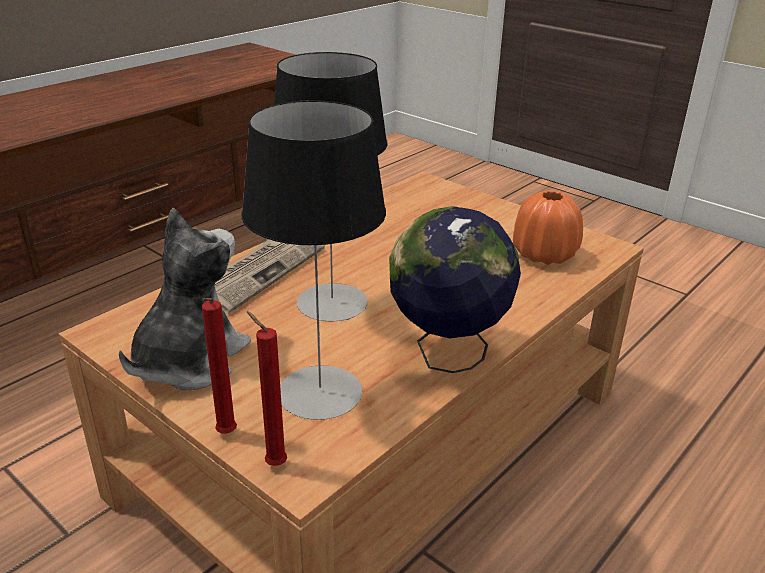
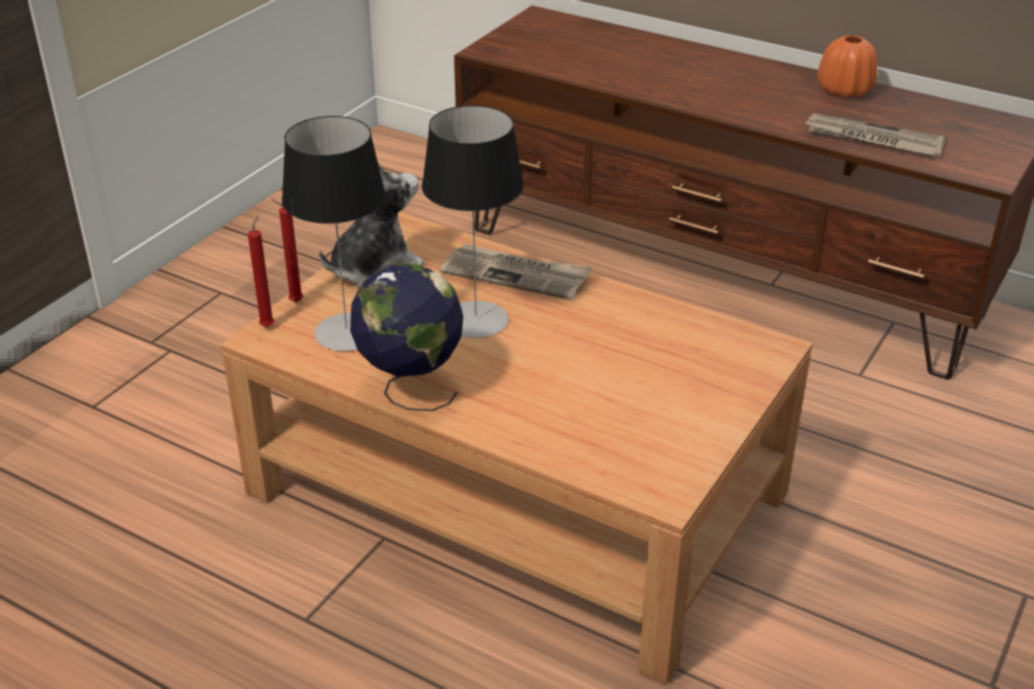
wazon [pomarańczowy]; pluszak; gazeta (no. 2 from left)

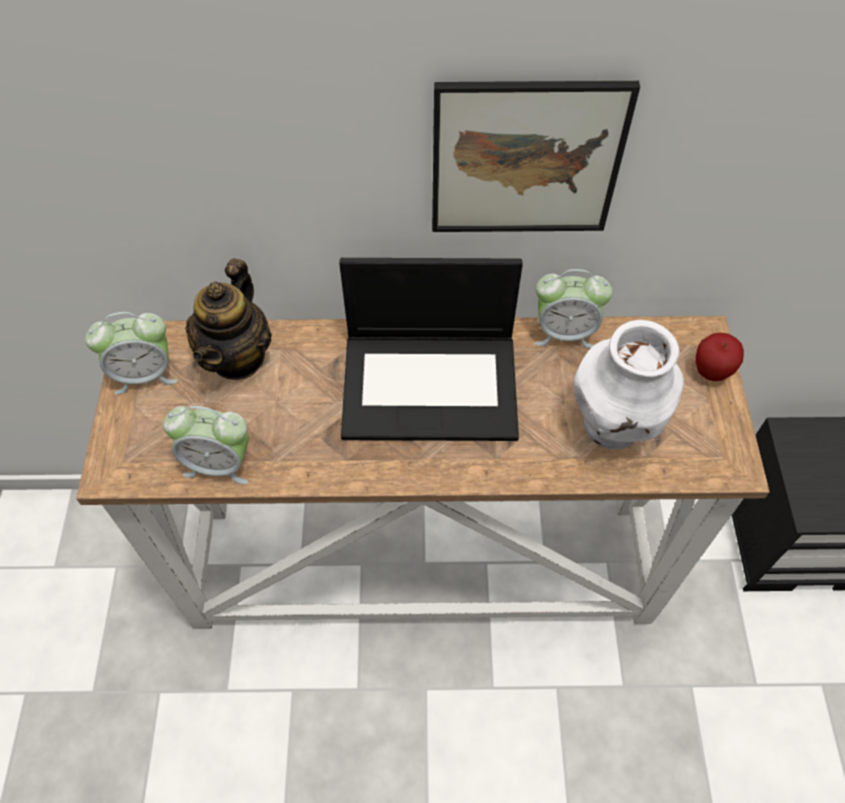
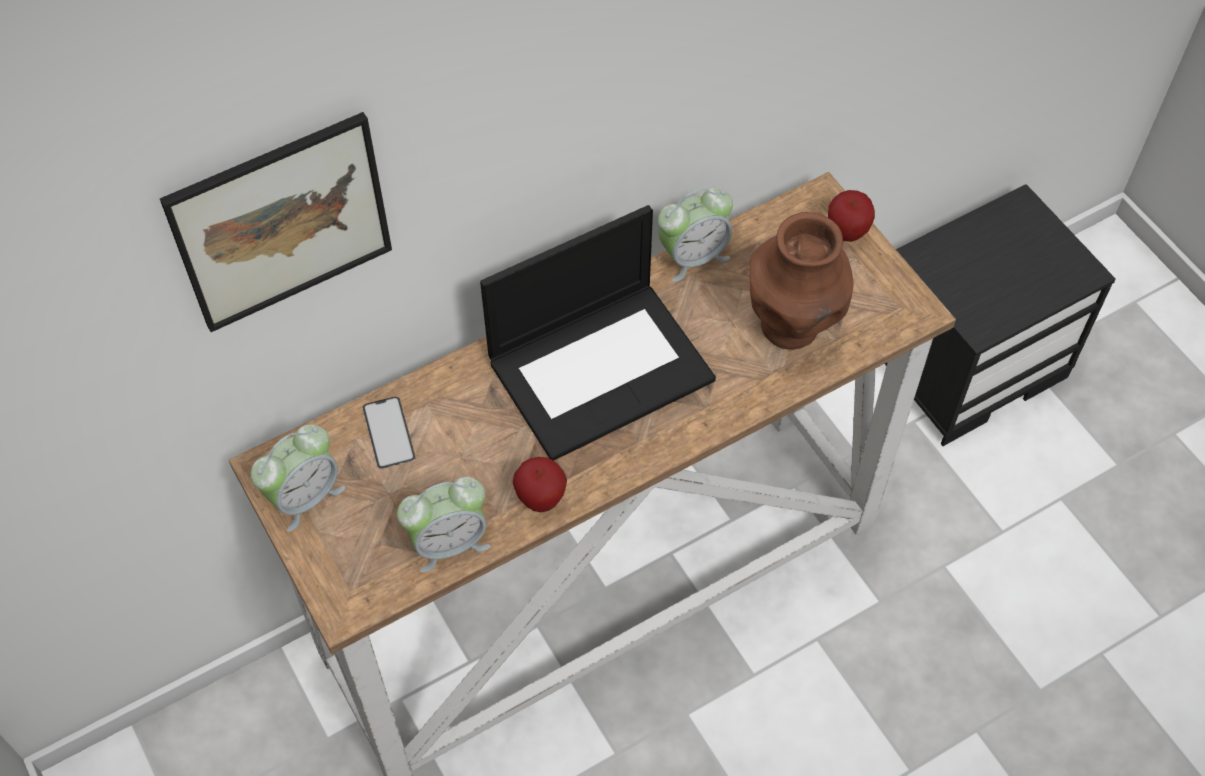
obraz; telefon; wazon [brązowy]; jabłko (no. 1 from left)

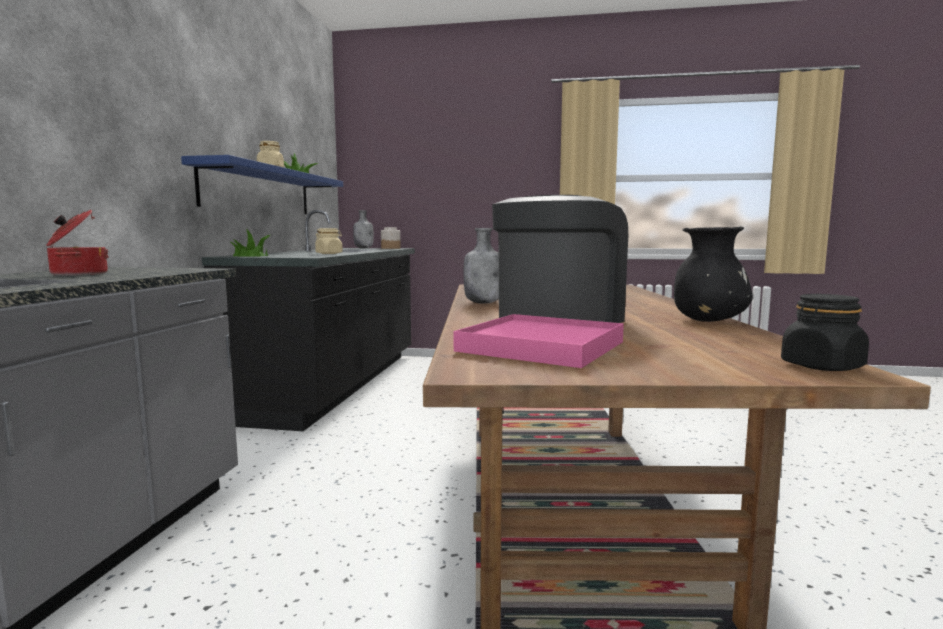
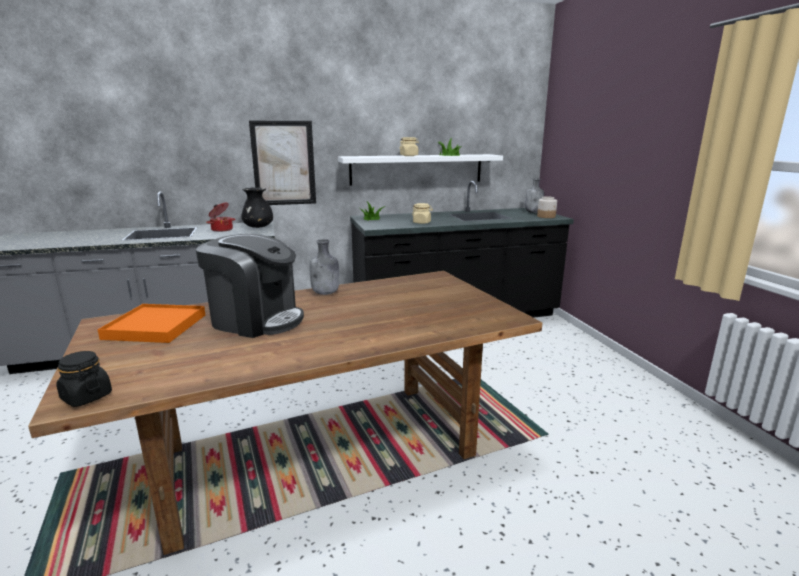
półka [biały]; wazon [czarny]; taca [pomarańczowy]; obraz

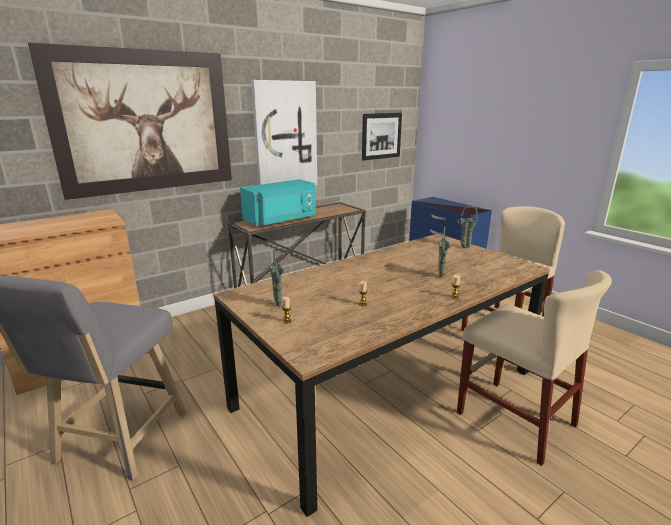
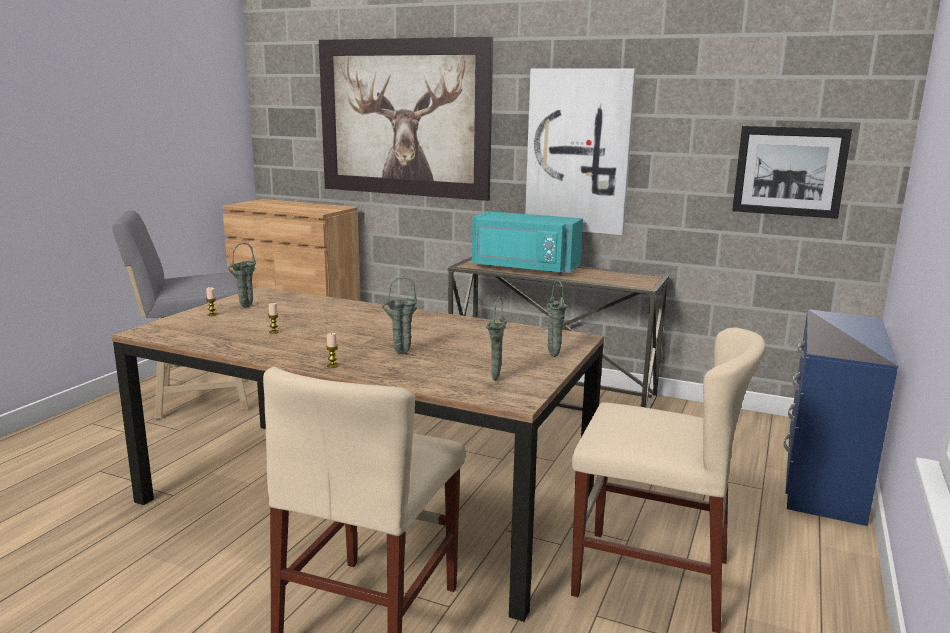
wazon [zielony] (no. 3 from left)

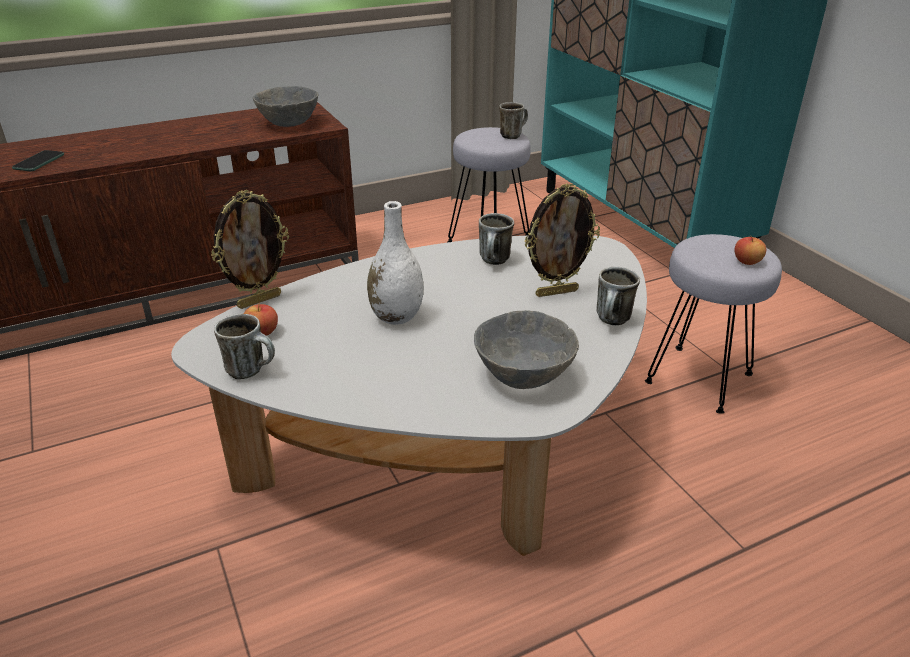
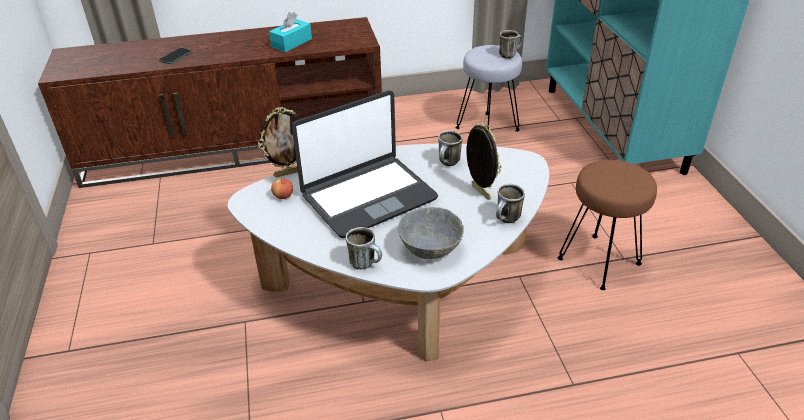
miska [szary] (no. 1 from left in the first image); ramka na zdjęcie (no. 2 from left); laptop; stołek [brązowy]; jabłko (no. 2 from left in the first image); kubek (no. 1 from left); pudełko chusteczek [turkusowy]

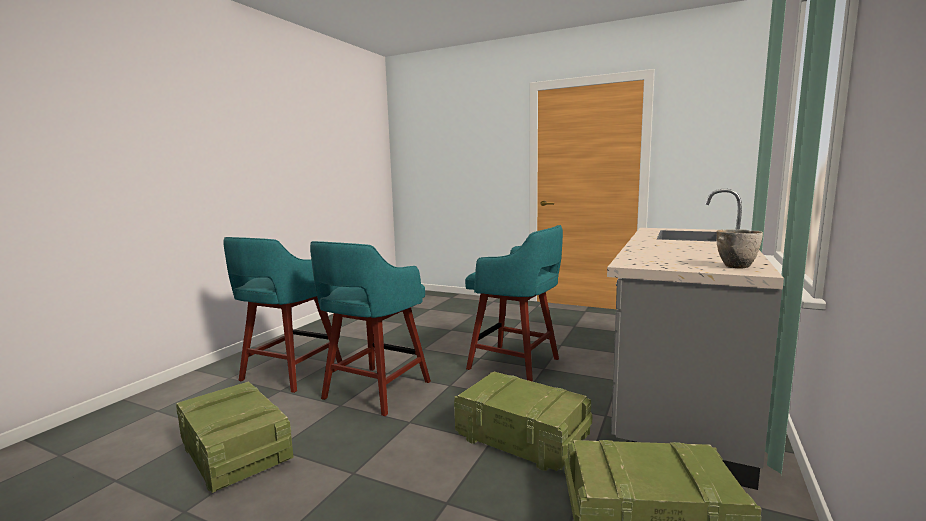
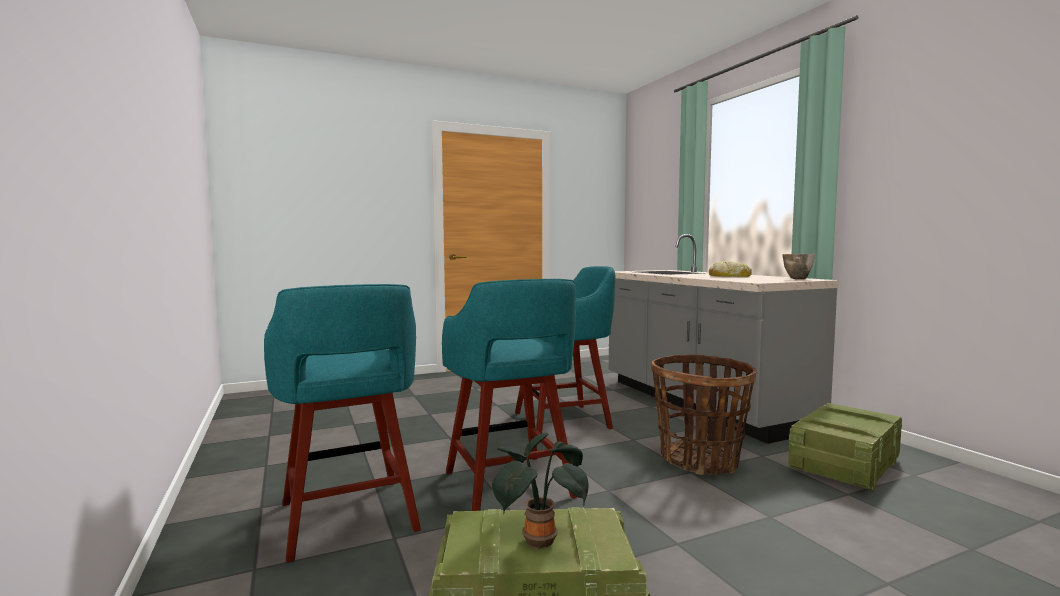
koszyk; chleb; roślina doniczkowa

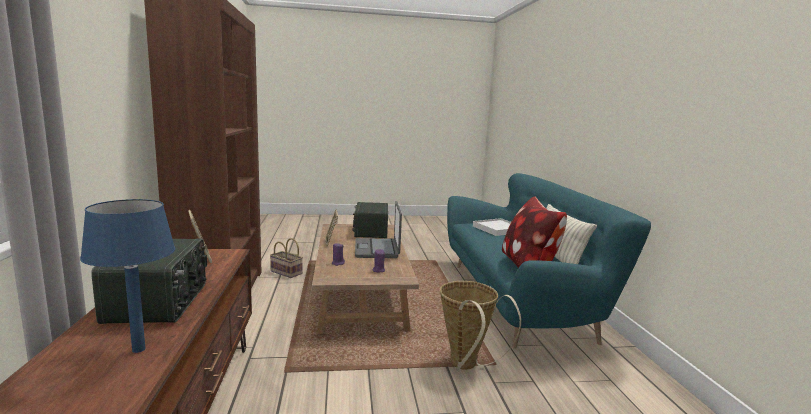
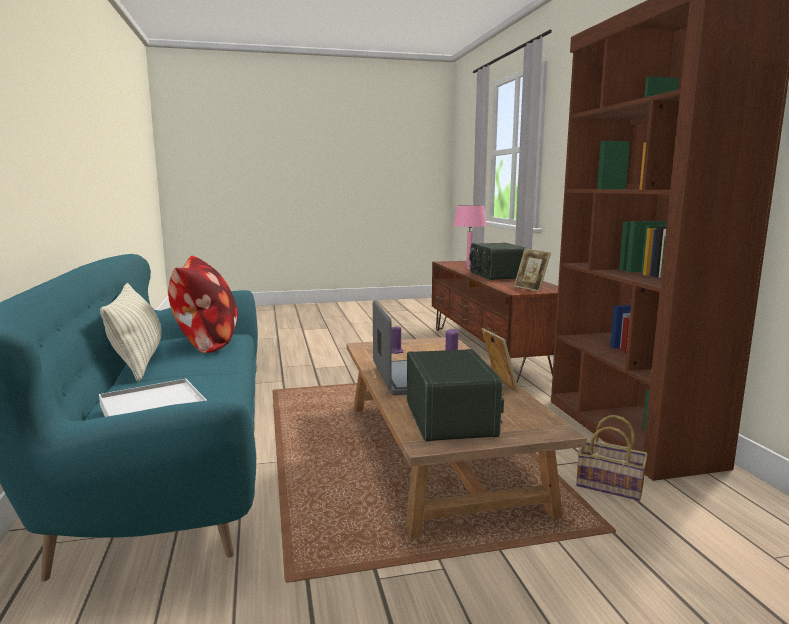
lampa stołowa [różowy]; koszyk (no. 2 from left in the first image)

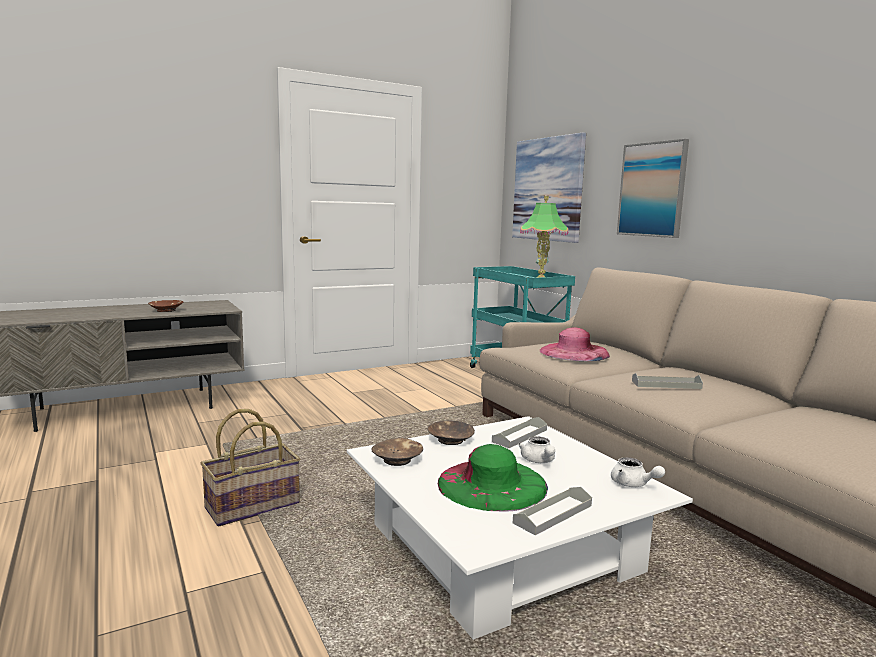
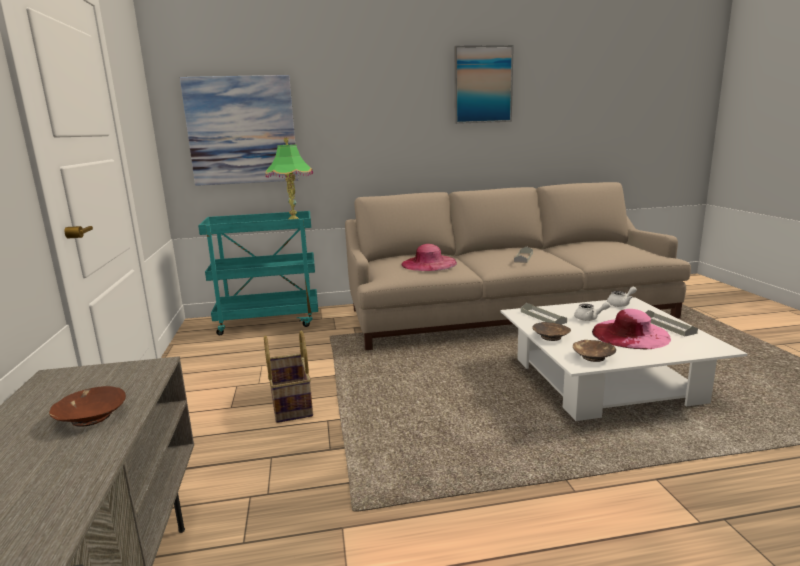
obraz (no. 2 from left); koszyk; kapelusz [różowy] (no. 2 from left)

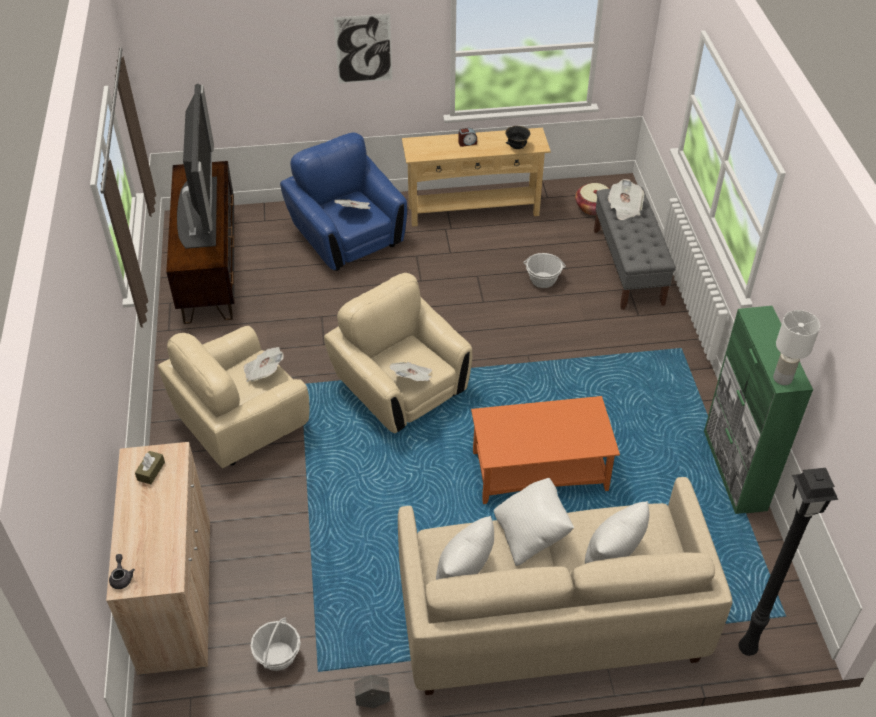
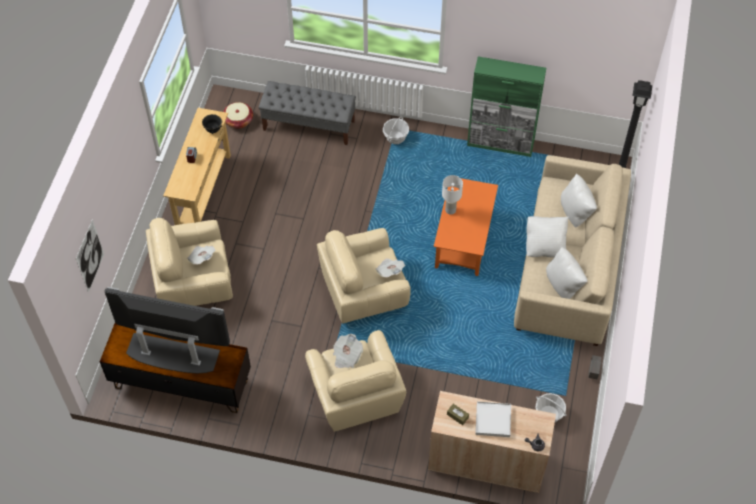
obraz; fotel [beżowy] (no. 1 from left); gazeta (no. 4 from left in the first image); koszyk (no. 2 from left); lampa stołowa [biały]; taca [biały]

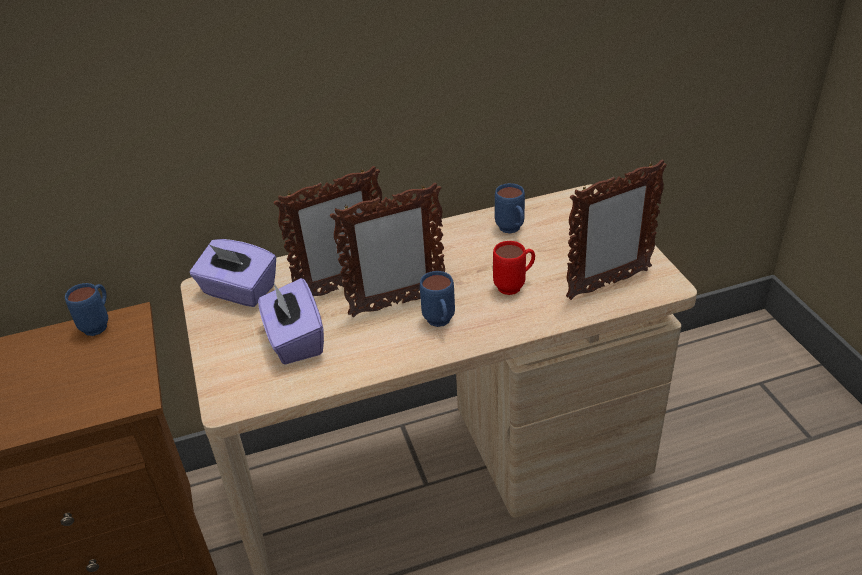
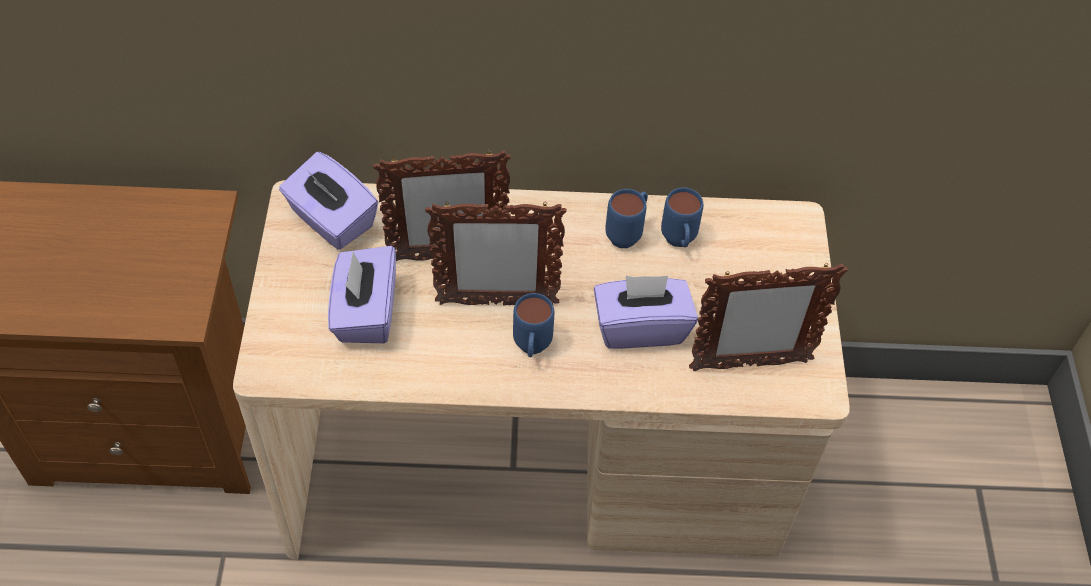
pudełko chusteczek [fioletowy] (no. 3 from left); kubek [niebieski] (no. 2 from left)

